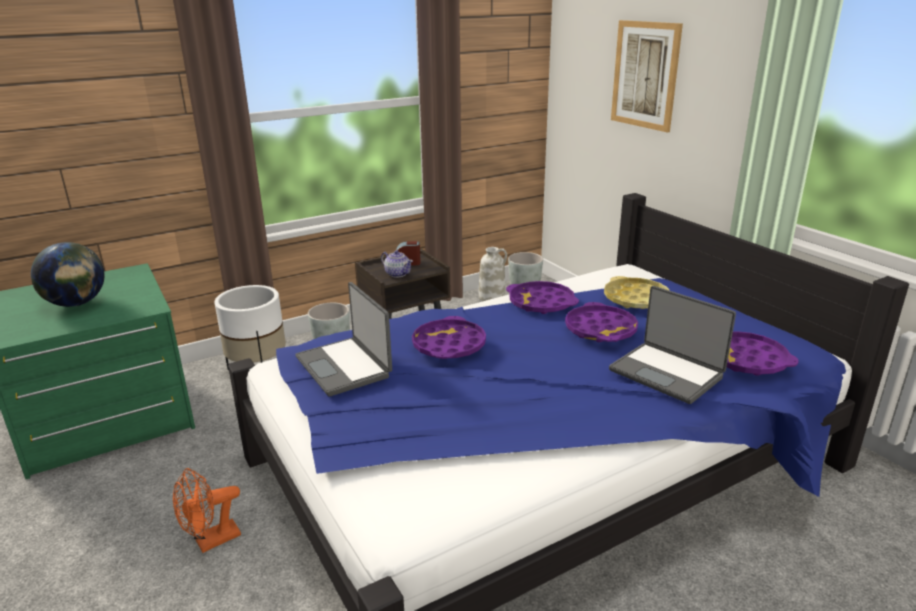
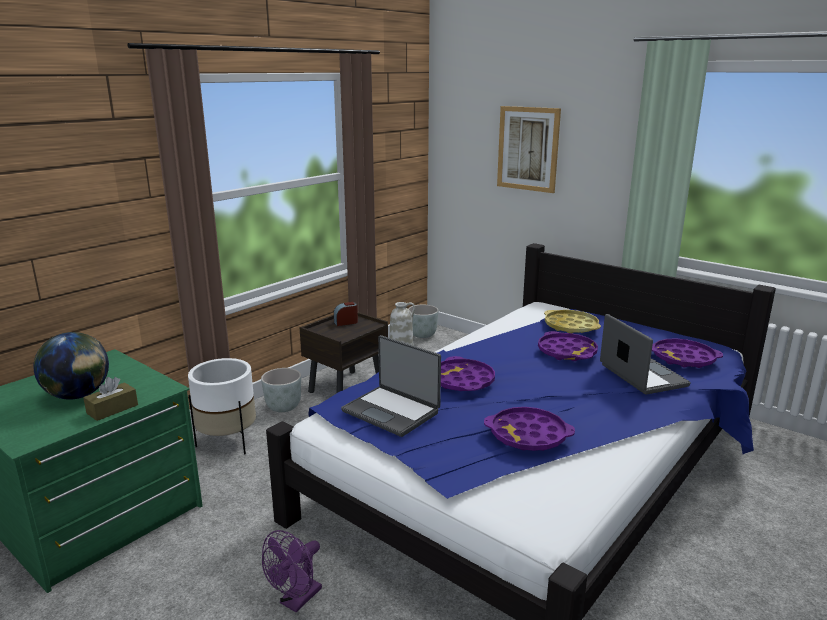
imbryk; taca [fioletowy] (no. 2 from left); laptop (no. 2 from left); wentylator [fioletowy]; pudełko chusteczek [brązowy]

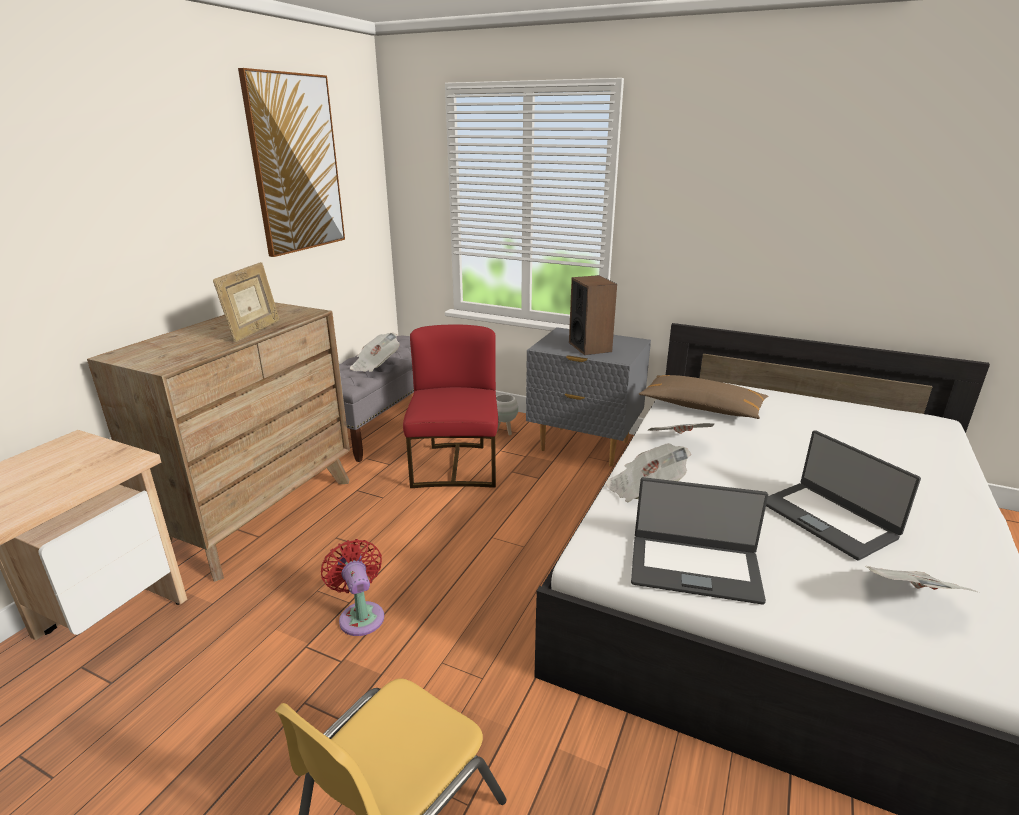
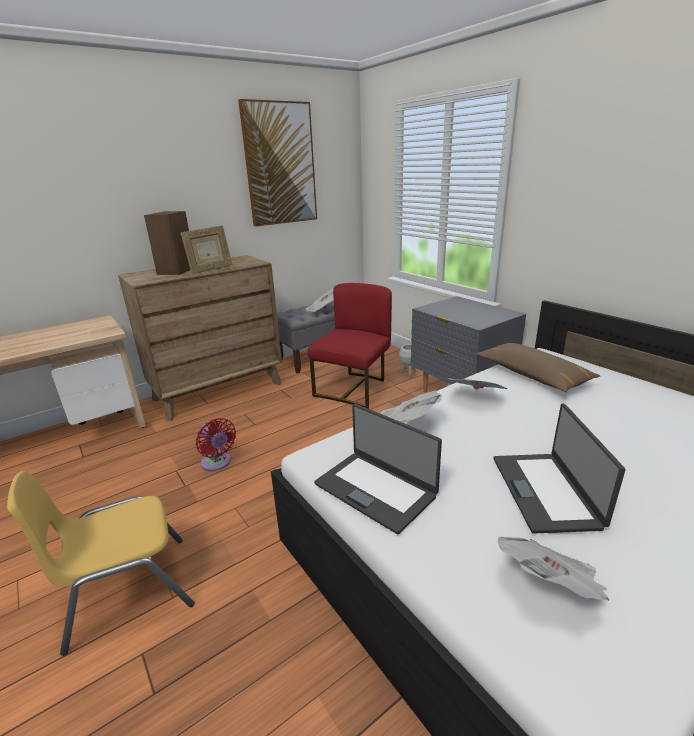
głośnik; wentylator [czerwony]

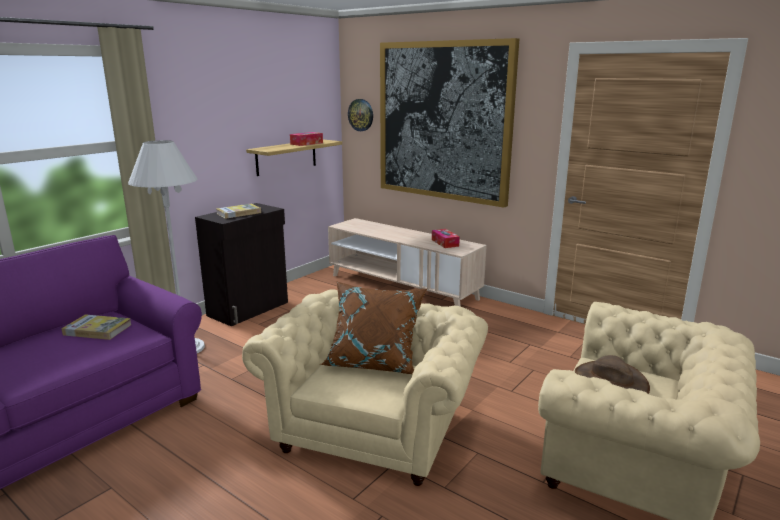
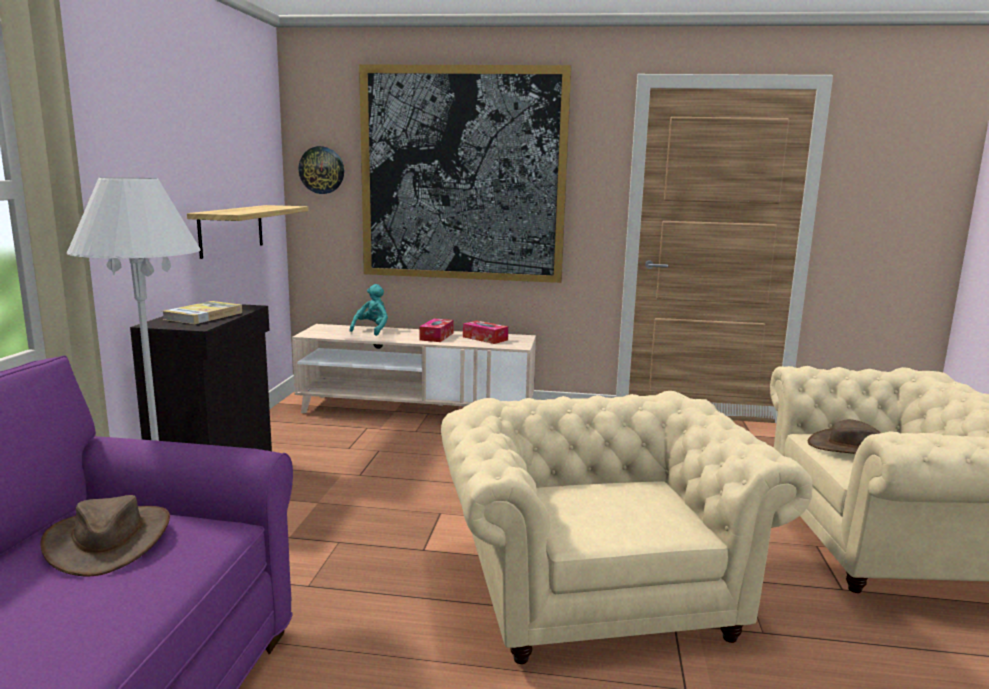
pudełko chusteczek (no. 1 from left); poduszka [brązowy]; kapelusz [brązowy] (no. 1 from left); pluszak [turkusowy]

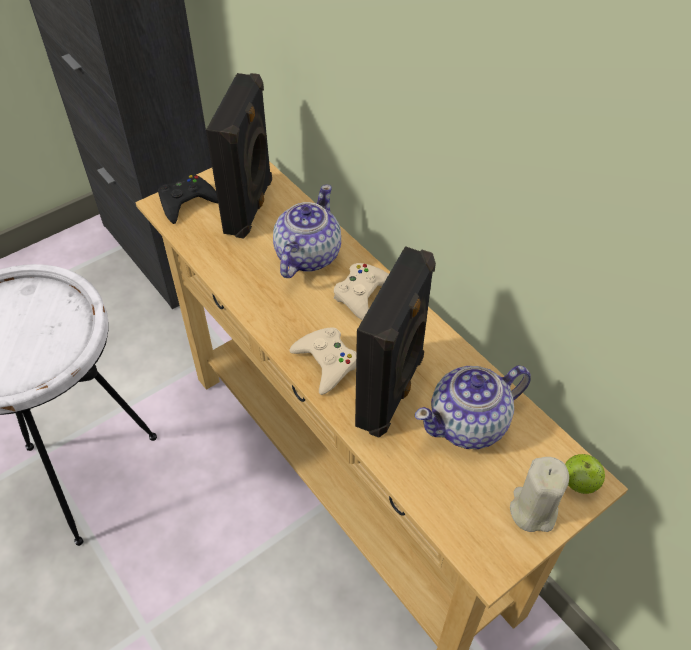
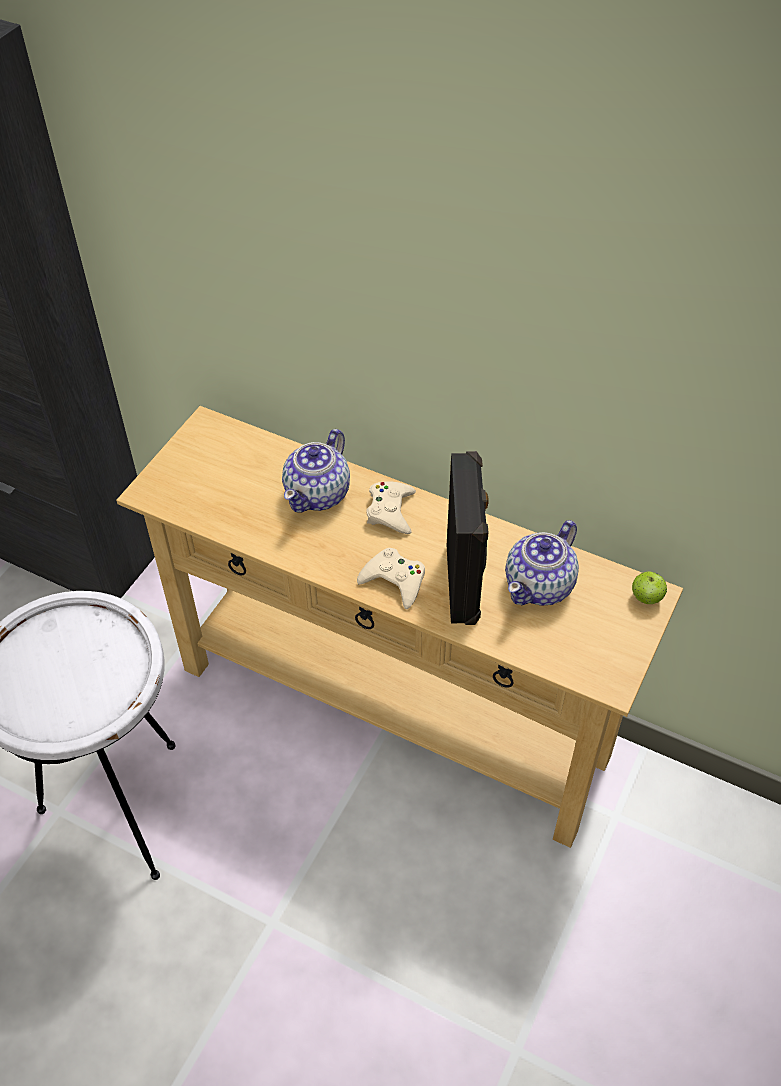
głośnik [czarny] (no. 1 from left in the first image); pad do gier [czarny]; imbryk (no. 1 from left); świeca [beżowy]

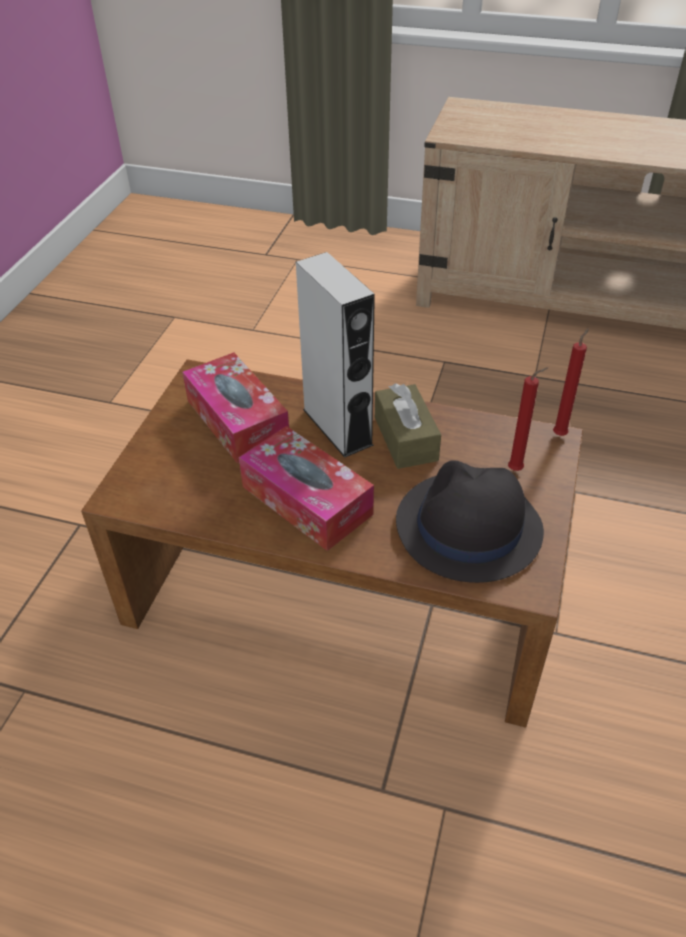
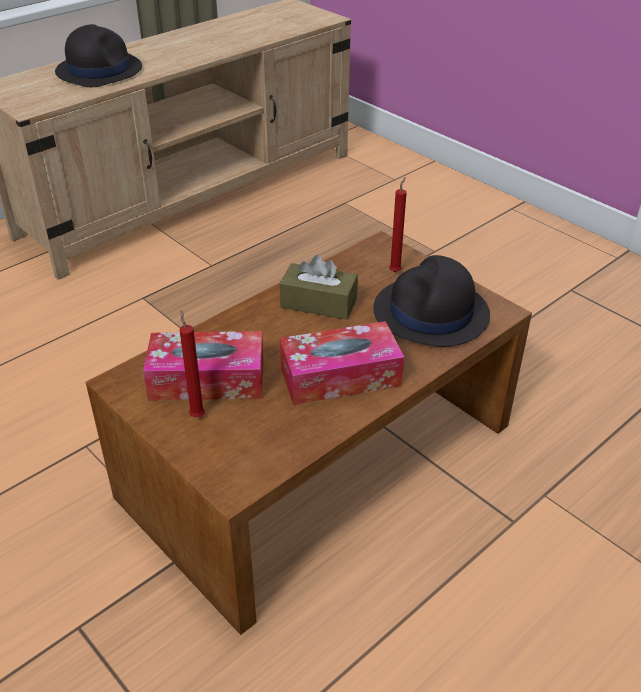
głośnik [szary]; świeca [czerwony] (no. 1 from left); kapelusz [czarny] (no. 1 from left)

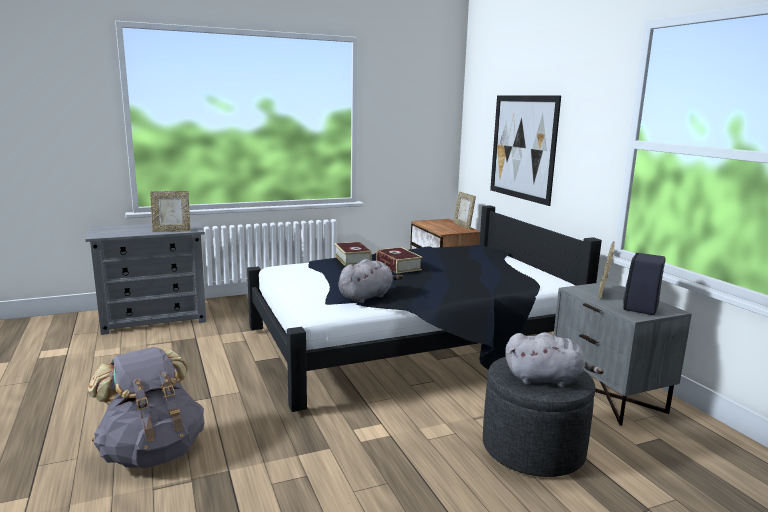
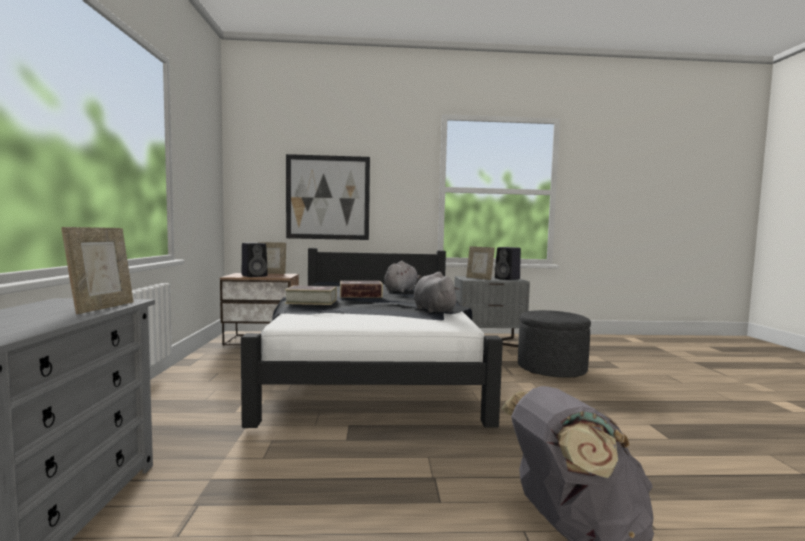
pluszak [szary] (no. 1 from left); głośnik [czarny] (no. 1 from left)

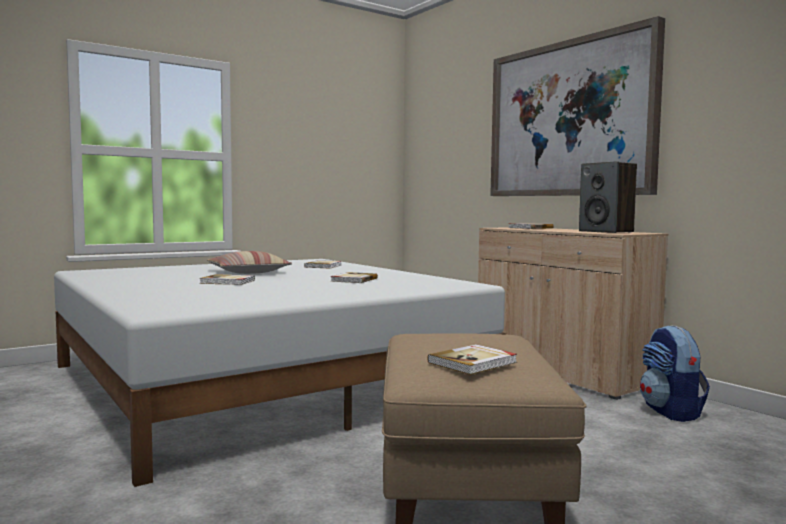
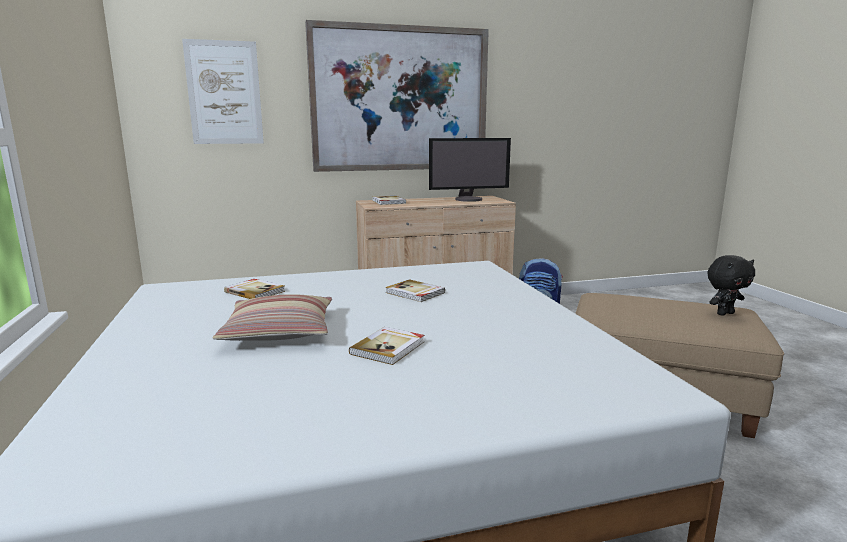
monitor; pluszak [czarny]; obraz (no. 1 from left)

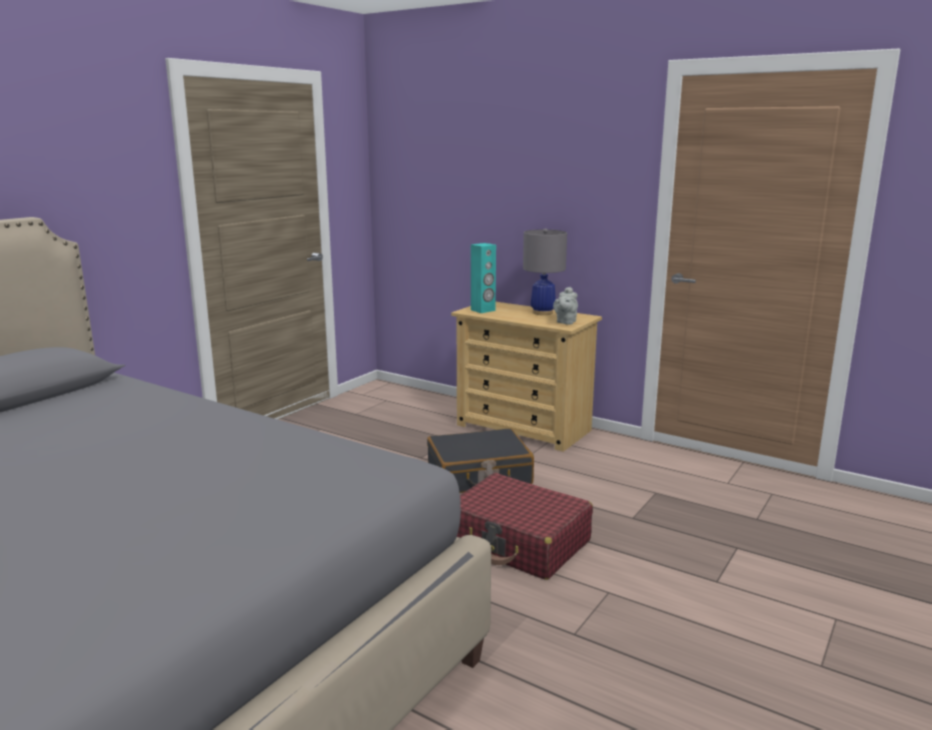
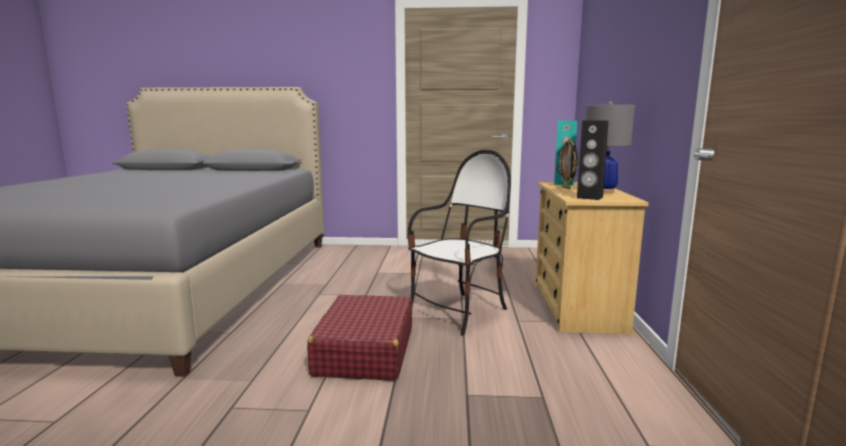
głośnik [czarny]; krzesło; ramka na zdjęcie

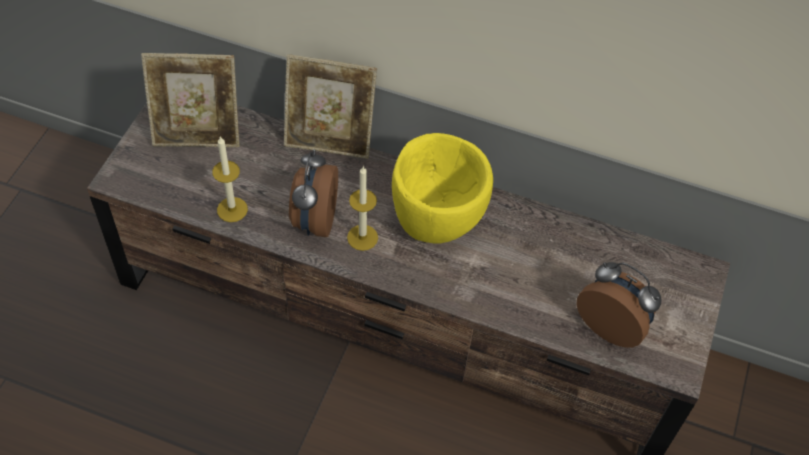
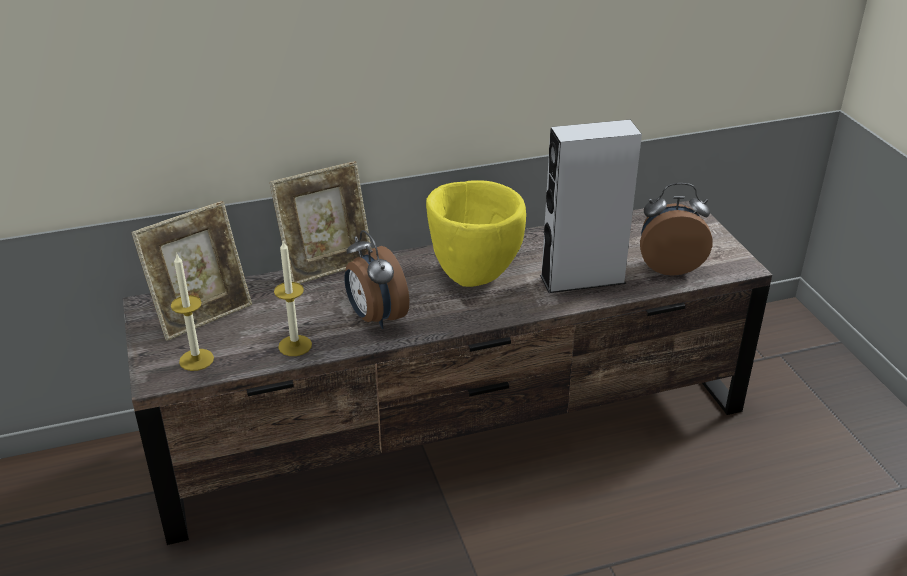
świeca (no. 1 from left); głośnik [szary]

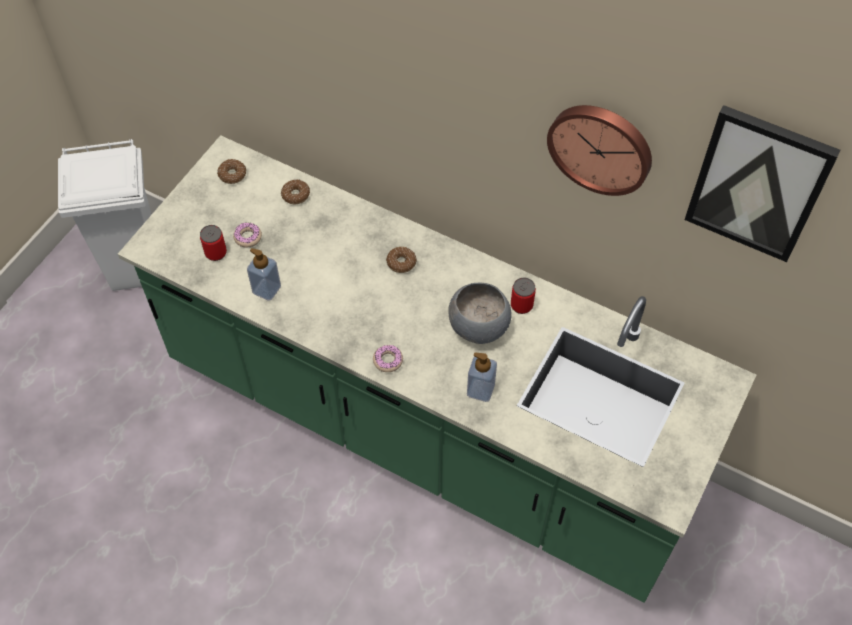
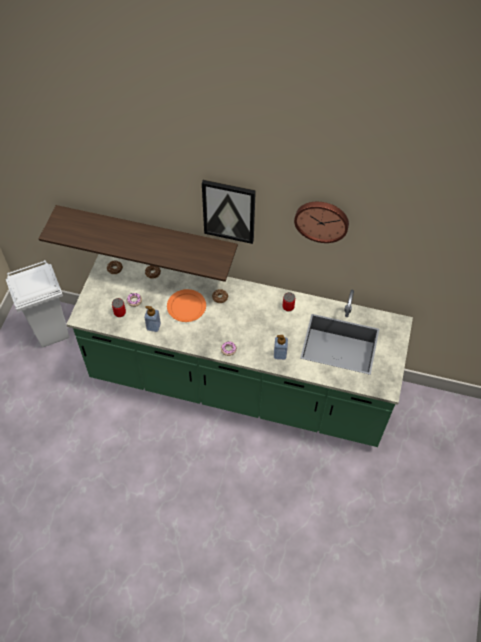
obraz; miska [szary]; półka; talerz [pomarańczowy]

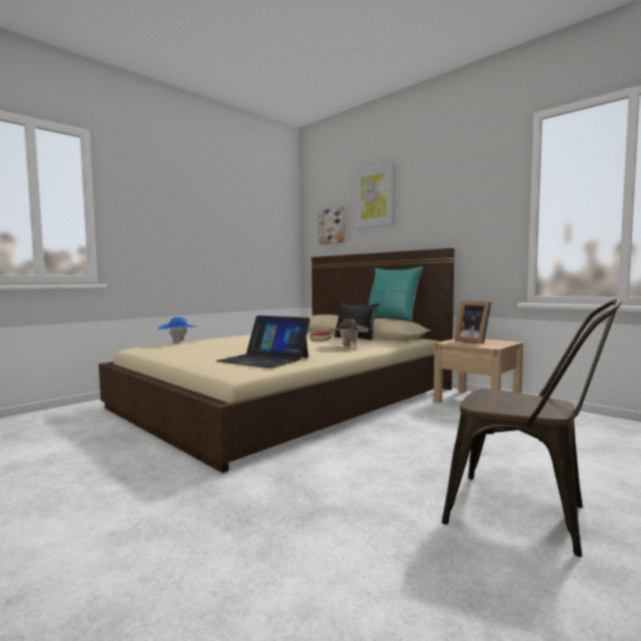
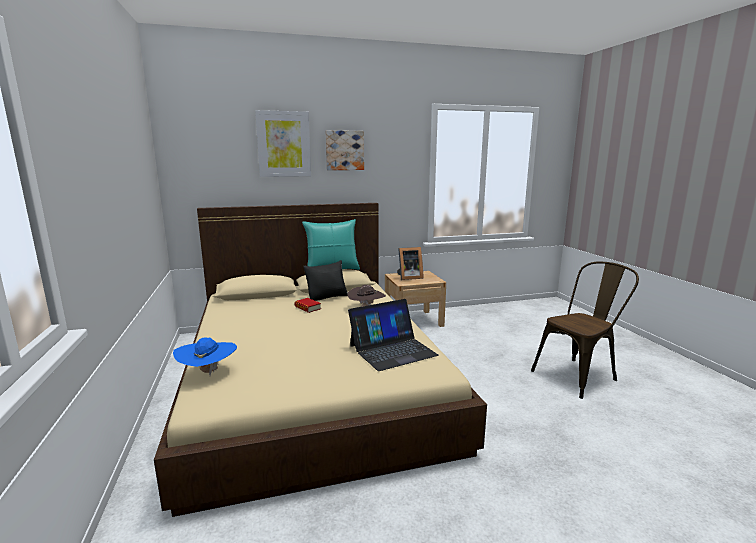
obraz (no. 2 from left)

